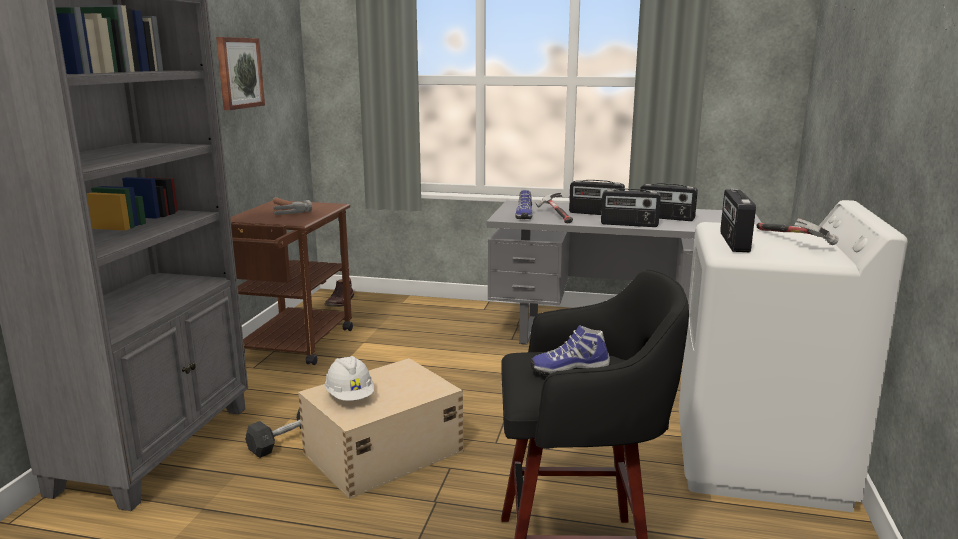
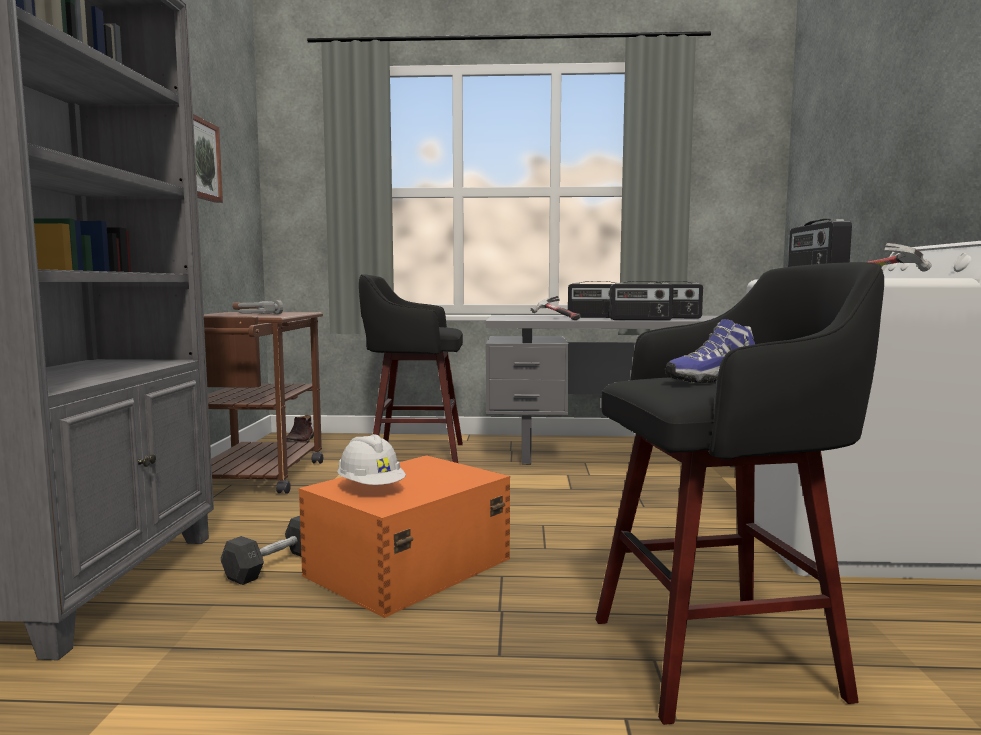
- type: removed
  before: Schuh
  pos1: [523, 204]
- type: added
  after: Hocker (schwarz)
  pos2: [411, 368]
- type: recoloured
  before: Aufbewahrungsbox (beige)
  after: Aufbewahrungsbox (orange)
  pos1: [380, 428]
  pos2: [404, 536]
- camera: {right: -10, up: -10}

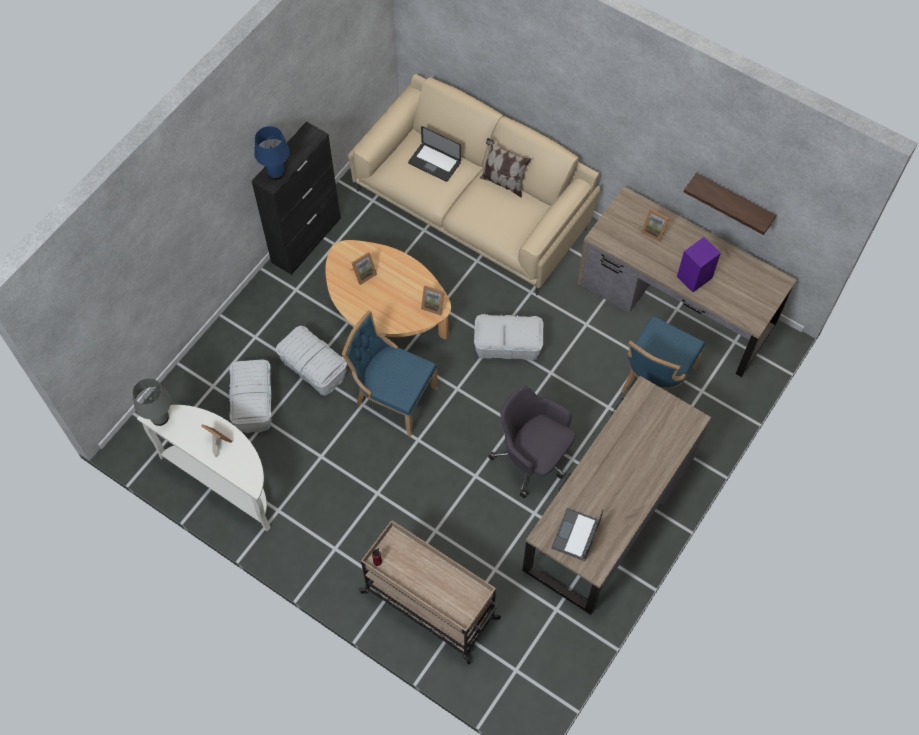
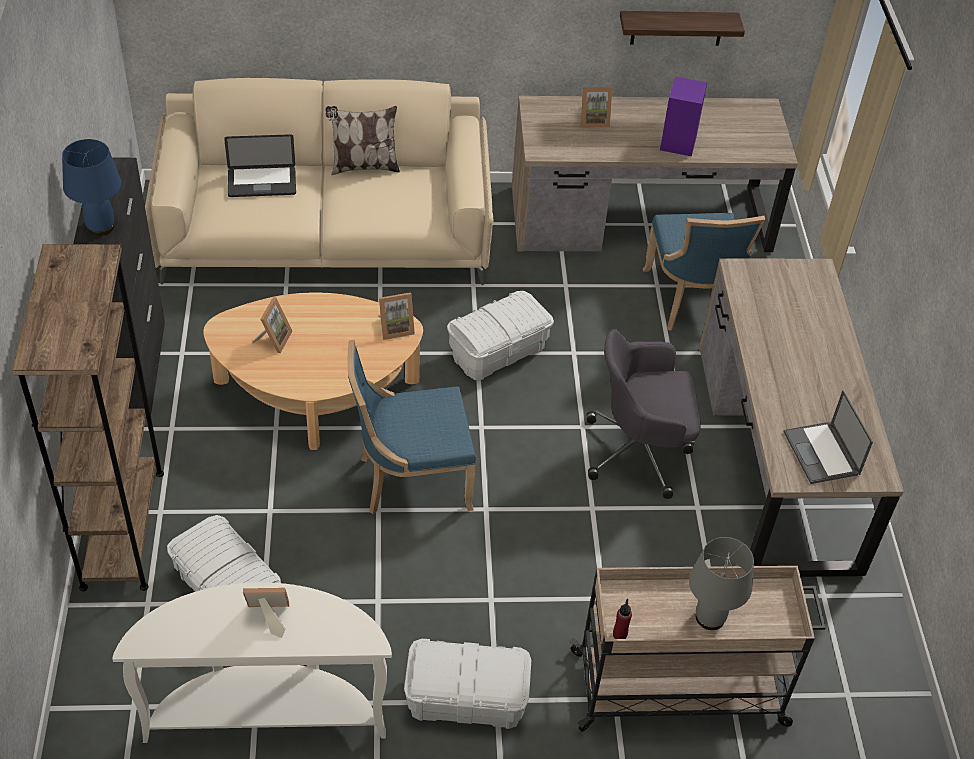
- type: added
  after: Bücherregal (braun)
  pos2: [88, 417]
- type: moved
  before: Tischlampe (grau)
  pos1: [151, 402]
  pos2: [721, 583]
- type: moved
  before: Aufbewahrungsbox (weiß)
  pos1: [311, 361]
  pos2: [467, 684]
- camera: {right: -40, up: -15}

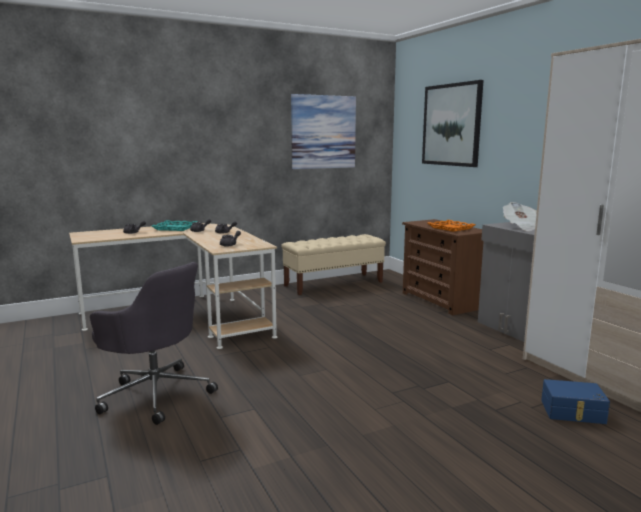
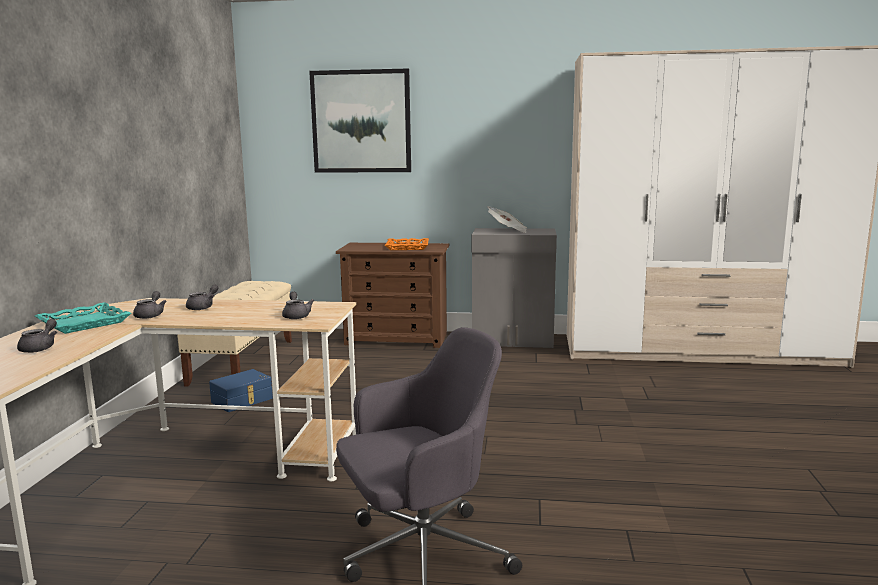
- type: removed
  before: Bild
  pos1: [323, 131]
- type: moved
  before: Aufbewahrungsbox (blau)
  pos1: [575, 401]
  pos2: [241, 390]
- camera: {right: -55, up: 0}

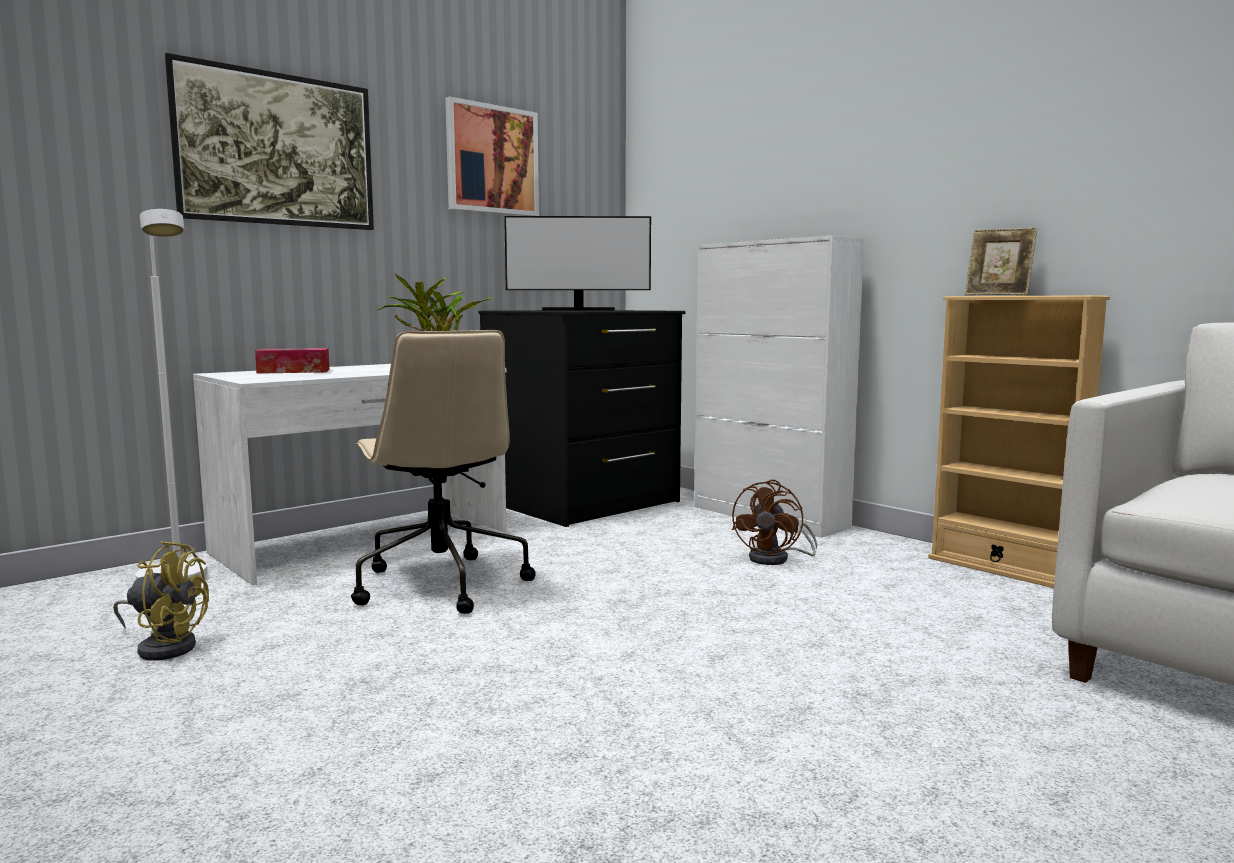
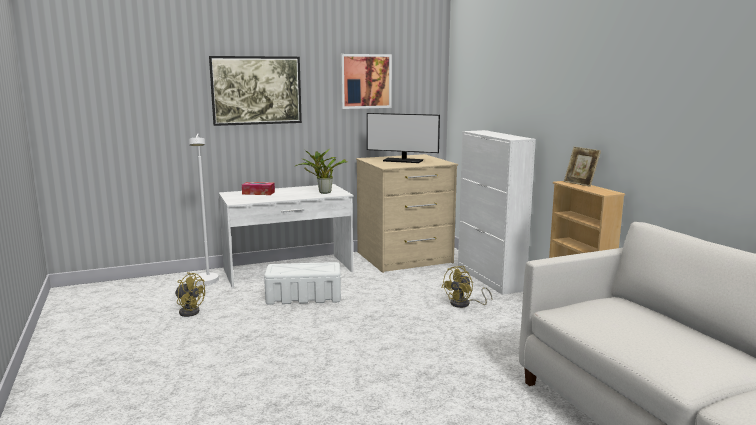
- type: replaced
  before: Bürostuhl (beige)
  after: Aufbewahrungsbox (weiß)
  pos1: [443, 472]
  pos2: [302, 283]
- type: recoloured
  before: Kommode (schwarz)
  after: Kommode (beige)
  pos1: [581, 418]
  pos2: [407, 213]
- type: recoloured
  before: Ventilator (braun)
  after: Ventilator (gelb)
  pos1: [774, 522]
  pos2: [467, 287]
- camera: {right: 20, up: 5}

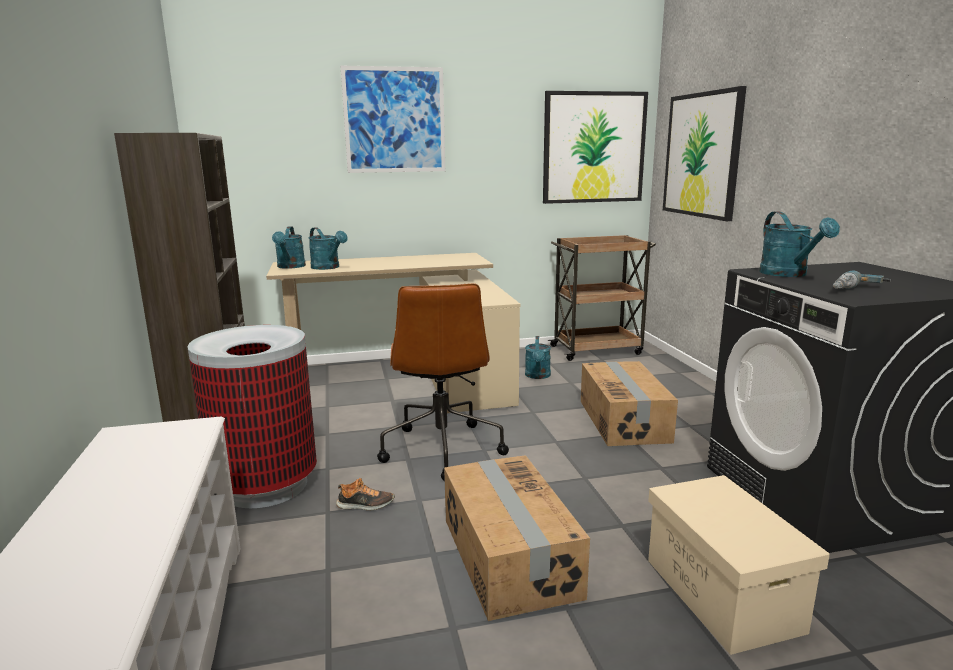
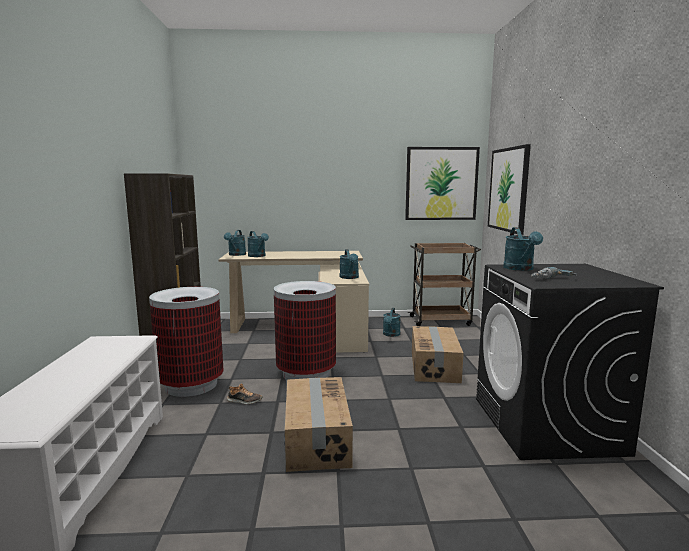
- type: removed
  before: Bild
  pos1: [393, 119]
- type: removed
  before: Aufbewahrungsbox (beige)
  pos1: [739, 565]
- type: added
  after: Gießkanne (türkis)
  pos2: [349, 264]
- type: replaced
  before: Bürostuhl (braun)
  after: Mülleimer
  pos1: [443, 382]
  pos2: [305, 330]
- camera: {right: 10, up: -5}

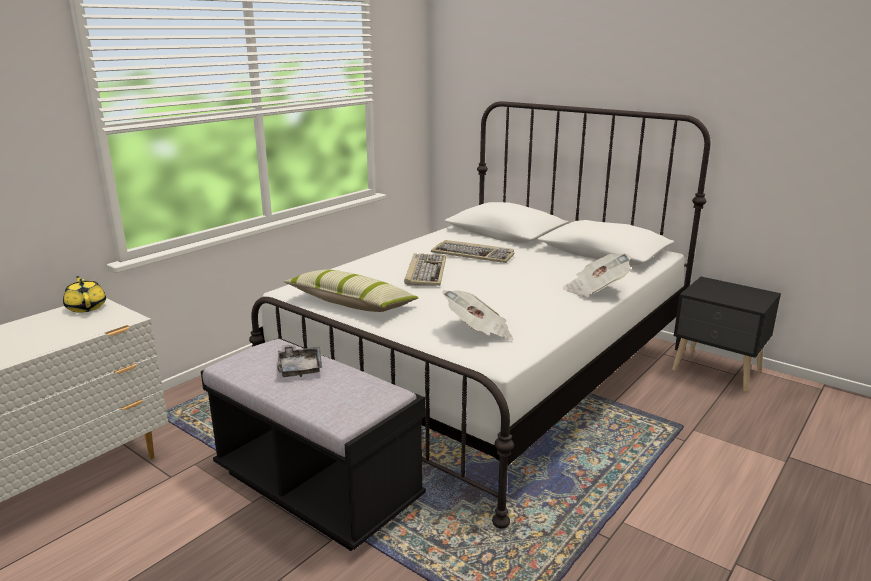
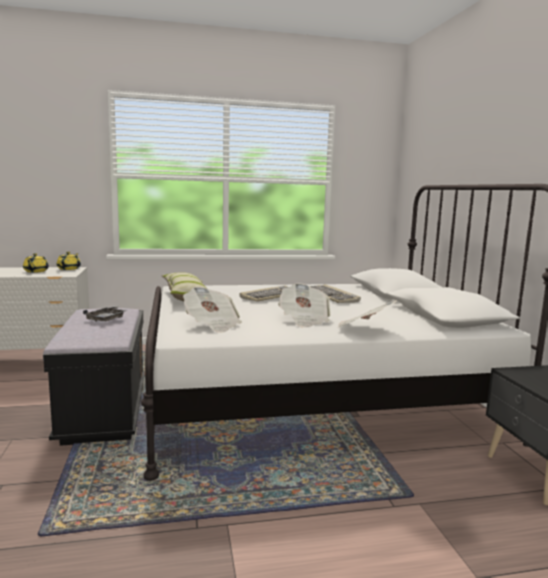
- type: added
  after: Teekanne (gelb)
  pos2: [36, 263]
- type: added
  after: Zeitung
  pos2: [304, 305]
- camera: {right: 40, up: -10}

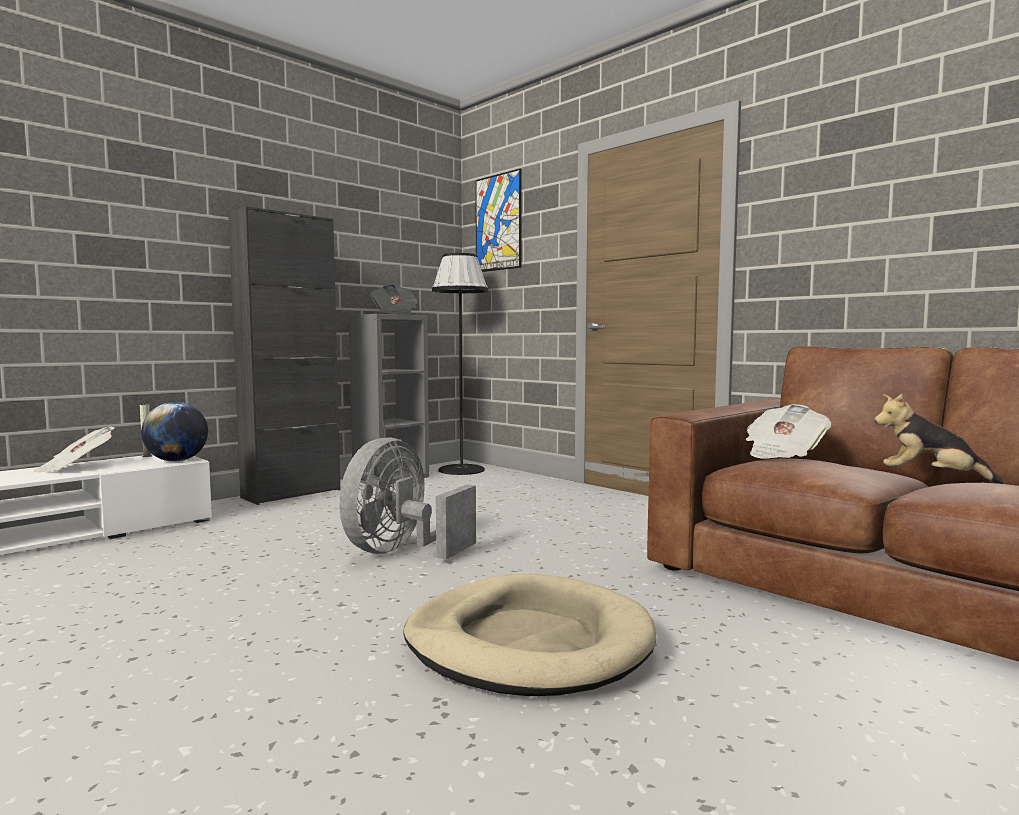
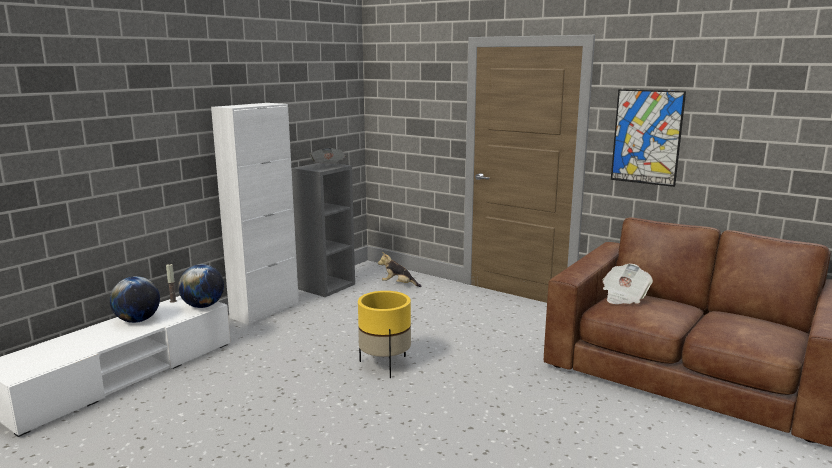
- type: removed
  before: Hundebett (beige)
  pos1: [529, 635]
- type: removed
  before: Stehlampe (schwarz)
  pos1: [460, 364]
- type: moved
  before: Bild
  pos1: [498, 220]
  pos2: [648, 138]
- type: moved
  before: Plüschtier
  pos1: [939, 439]
  pos2: [399, 269]
- type: replaced
  before: Zeitung
  after: Globus
  pos1: [74, 449]
  pos2: [135, 299]
- type: replaced
  before: Ventilator (grau)
  after: Pflanzkübel (gelb)
  pos1: [407, 498]
  pos2: [384, 334]
- type: recoloured
  before: Schrank (schwarz)
  after: Schrank (weiß)
  pos1: [284, 355]
  pos2: [255, 214]
- camera: {right: -10, up: 10}

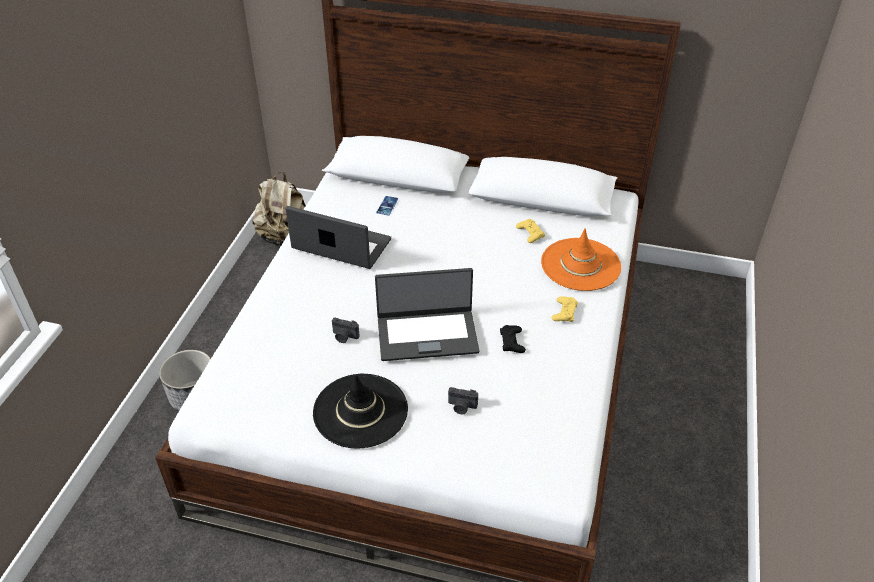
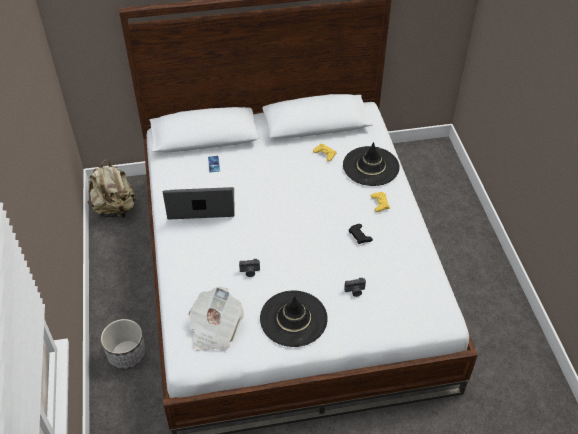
- type: removed
  before: Laptop
  pos1: [427, 314]
- type: added
  after: Zeitung
  pos2: [216, 319]
- type: recoloured
  before: Hut (orange)
  after: Hut (schwarz)
  pos1: [581, 259]
  pos2: [371, 164]
- camera: {right: -25, up: 5}

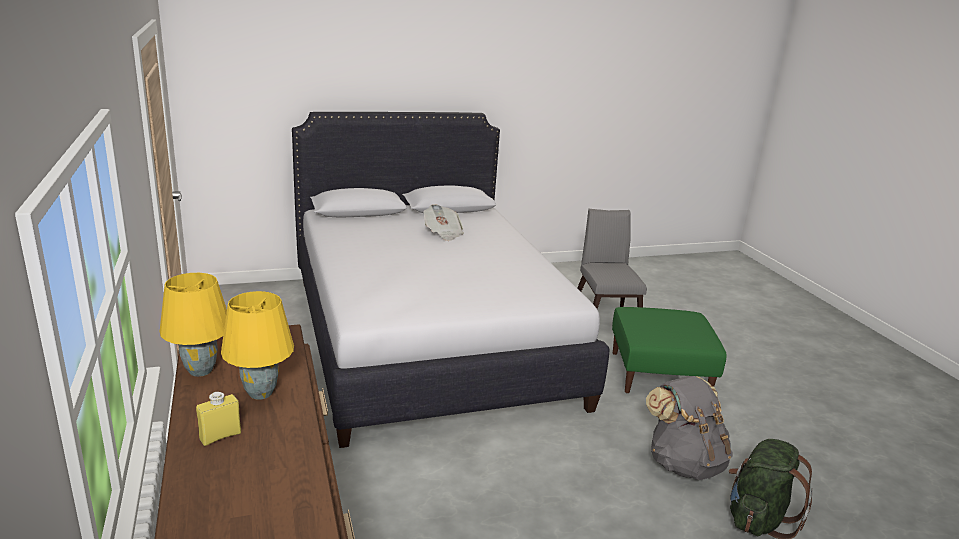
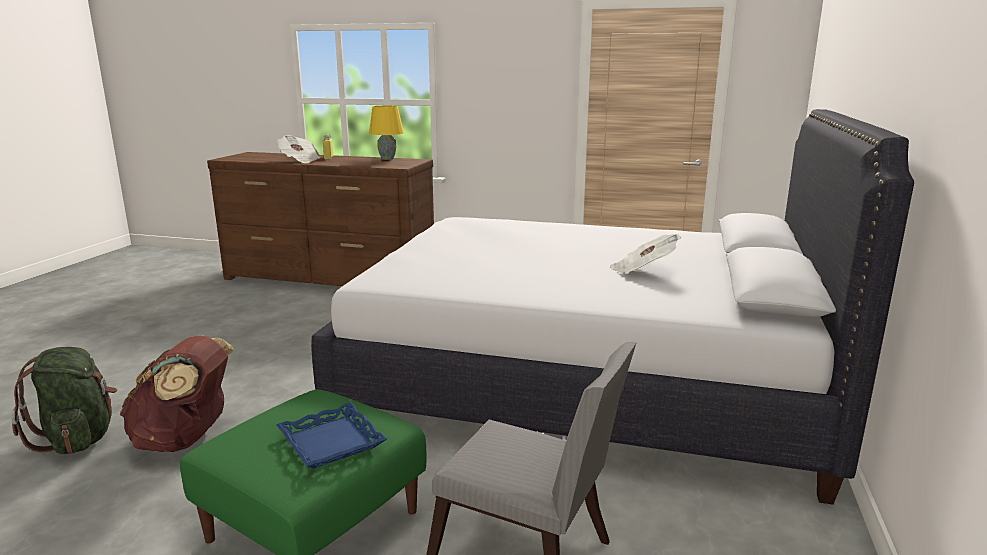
- type: removed
  before: Tischlampe (gelb)
  pos1: [257, 345]
- type: added
  after: Zeitung
  pos2: [299, 149]
- type: added
  after: Tablett (blau)
  pos2: [332, 435]
- type: recoloured
  before: Rucksack (grau)
  after: Rucksack (braun)
  pos1: [689, 428]
  pos2: [177, 393]
- camera: {right: 125, up: -5}

